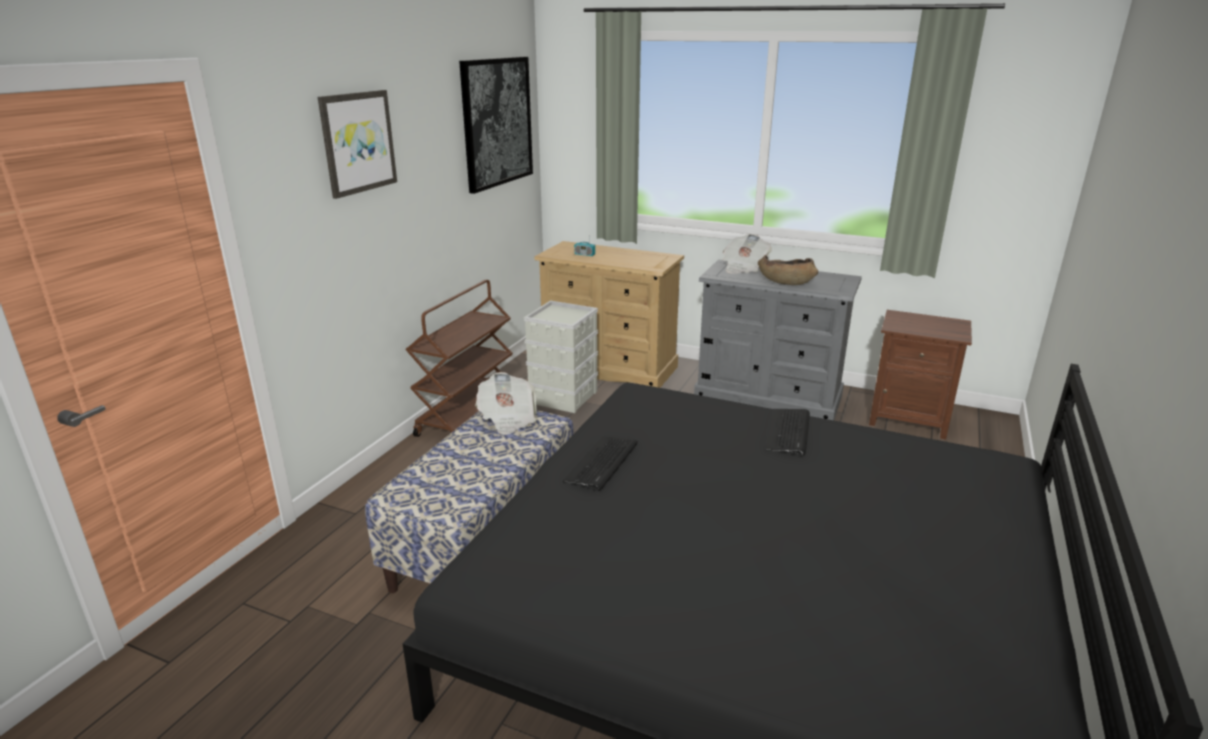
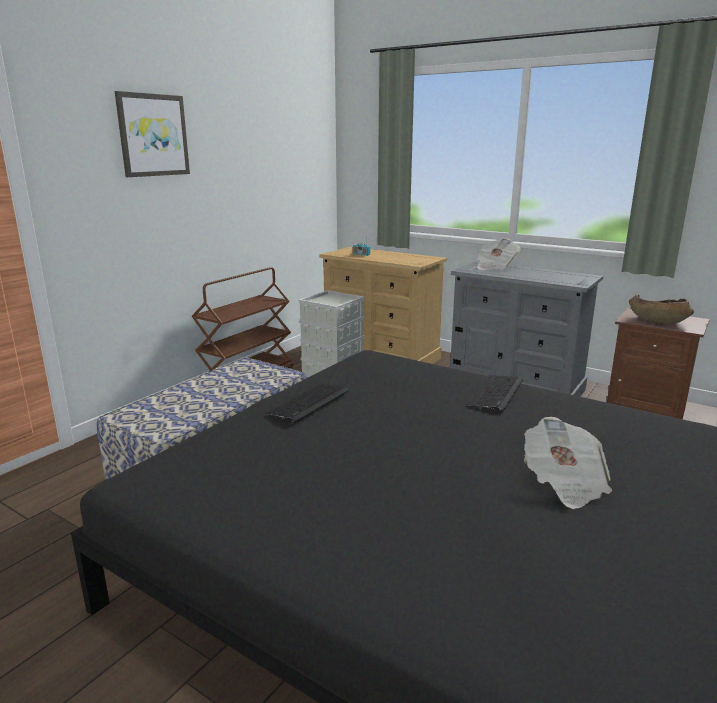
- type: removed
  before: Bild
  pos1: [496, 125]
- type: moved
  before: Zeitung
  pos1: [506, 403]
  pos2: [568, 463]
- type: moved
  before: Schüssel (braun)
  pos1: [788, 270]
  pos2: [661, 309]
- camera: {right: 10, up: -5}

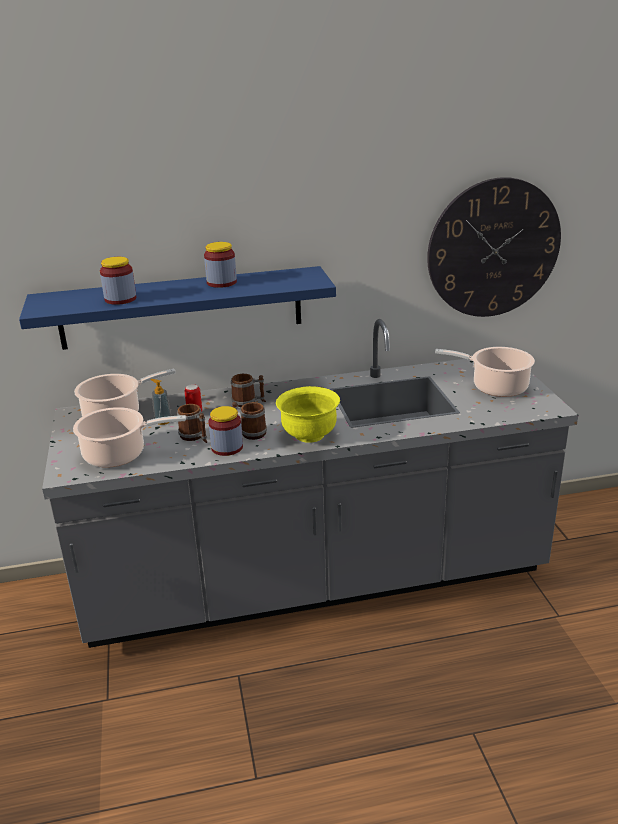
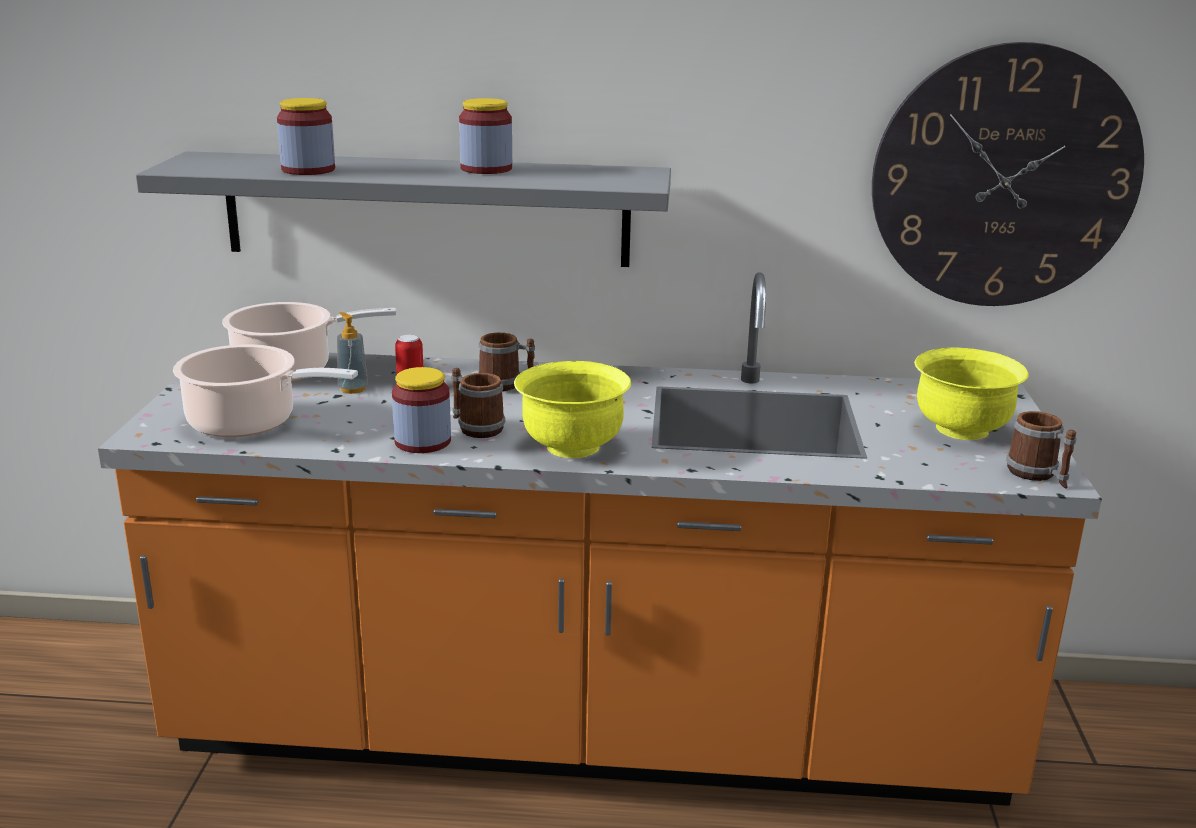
- type: moved
  before: Henkelbecher
  pos1: [192, 423]
  pos2: [1041, 450]
- type: replaced
  before: Kochtopf
  after: Schüssel (gelb)
  pos1: [485, 372]
  pos2: [971, 394]
- type: recoloured
  before: Wandregal (blau)
  after: Wandregal (grau)
  pos1: [177, 308]
  pos2: [403, 209]
- type: recoloured
  before: Küchenzeile (grau)
  after: Küchenzeile (orange)
  pos1: [310, 483]
  pos2: [600, 539]
- camera: {right: 15, up: -5}

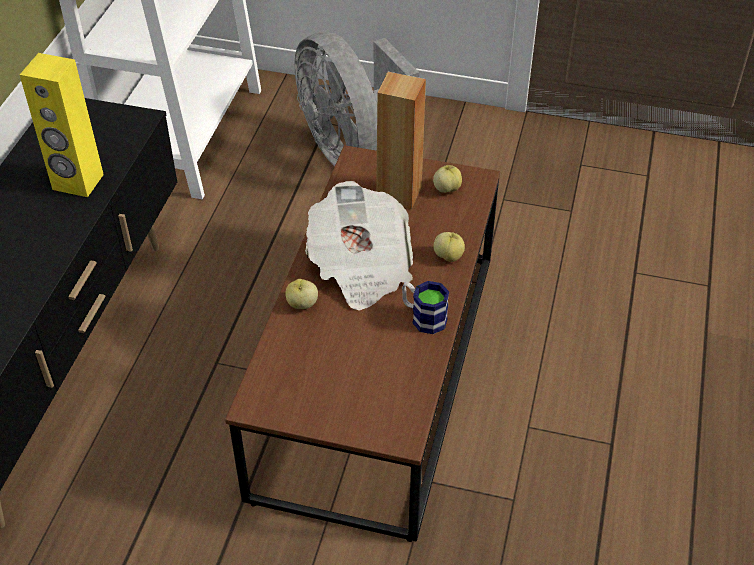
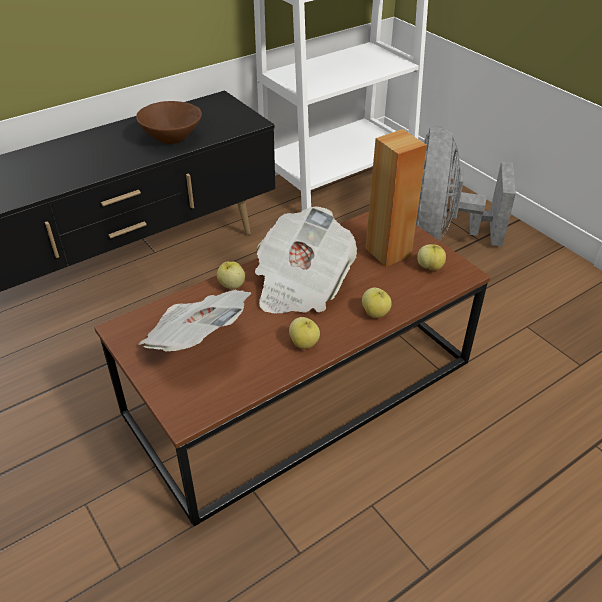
- type: added
  after: Zeitung
  pos2: [195, 321]
- type: replaced
  before: Lautsprecher (gelb)
  after: Schüssel (braun)
  pos1: [62, 125]
  pos2: [169, 122]
- type: replaced
  before: Henkelbecher
  after: Apfel
  pos1: [425, 307]
  pos2: [304, 333]
- camera: {right: 40, up: -5}

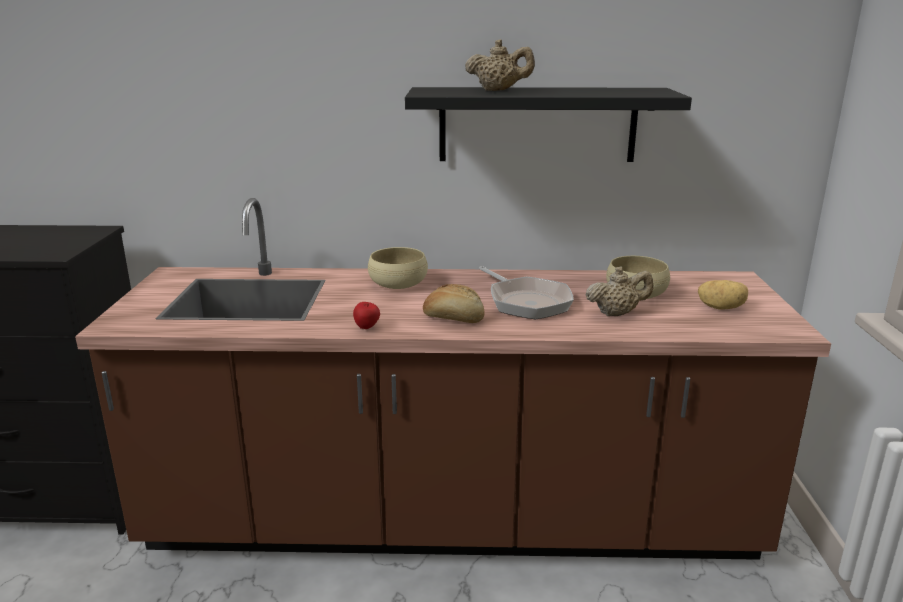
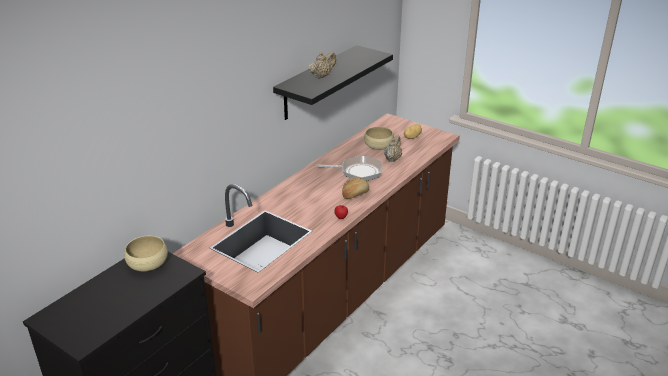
- type: moved
  before: Schüssel (beige)
  pos1: [398, 268]
  pos2: [146, 253]
- camera: {right: -55, up: 10}

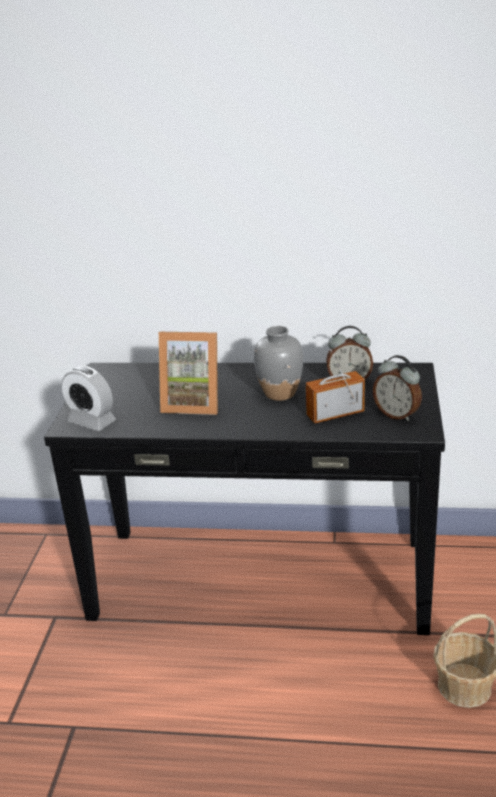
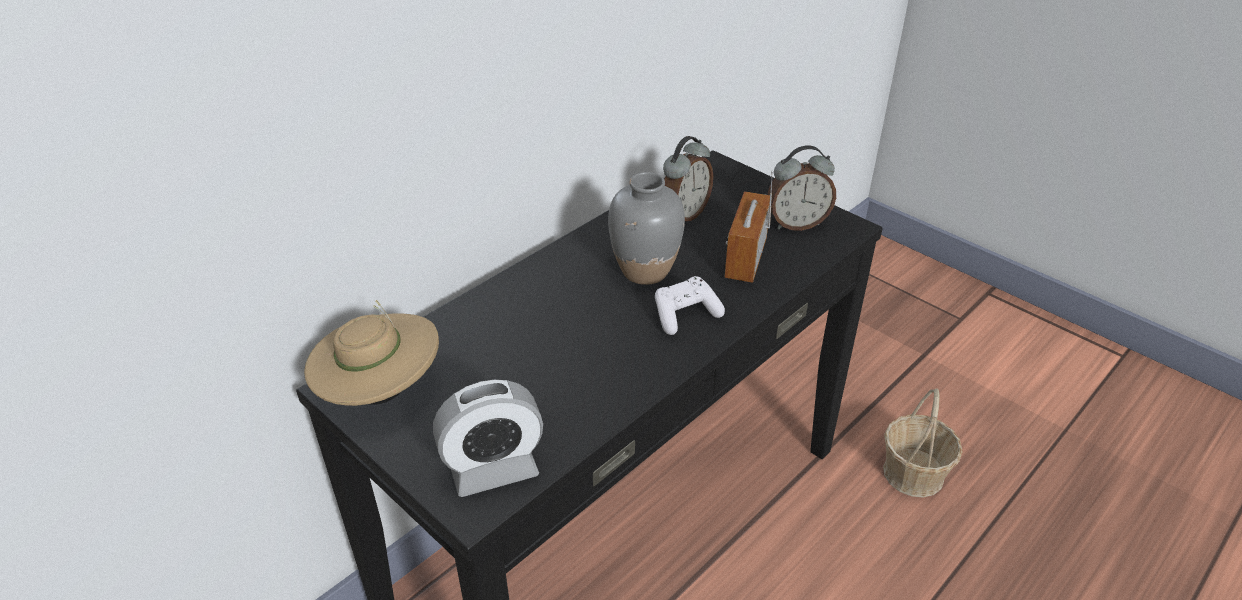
- type: removed
  before: Bilderrahmen
  pos1: [188, 373]
- type: added
  after: Hut (beige)
  pos2: [371, 353]
- type: added
  after: Gamepad (weiß)
  pos2: [690, 305]
- camera: {right: -55, up: 10}

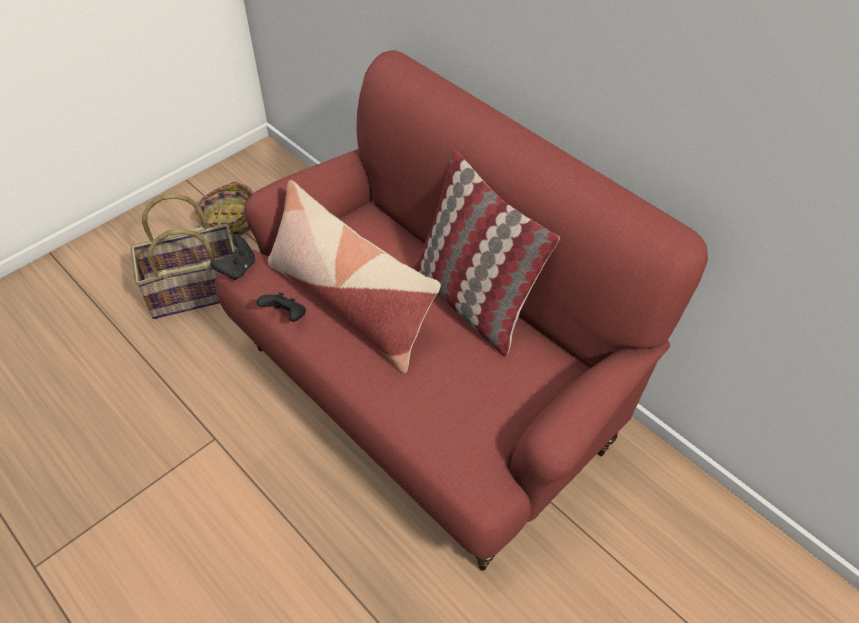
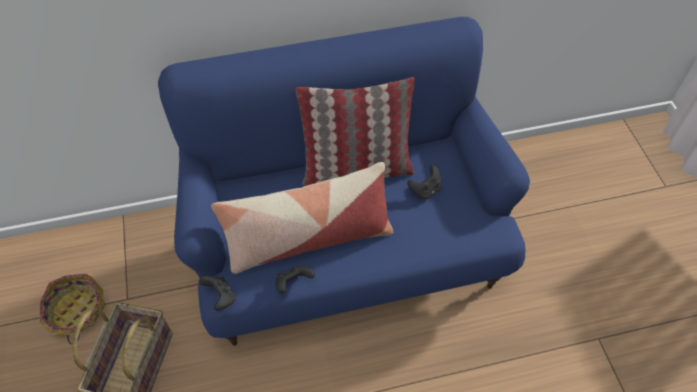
- type: added
  after: Gamepad (schwarz)
  pos2: [424, 182]
- type: recoloured
  before: Sofa (rot)
  after: Sofa (blau)
  pos1: [461, 310]
  pos2: [344, 181]
- camera: {right: -60, up: 5}

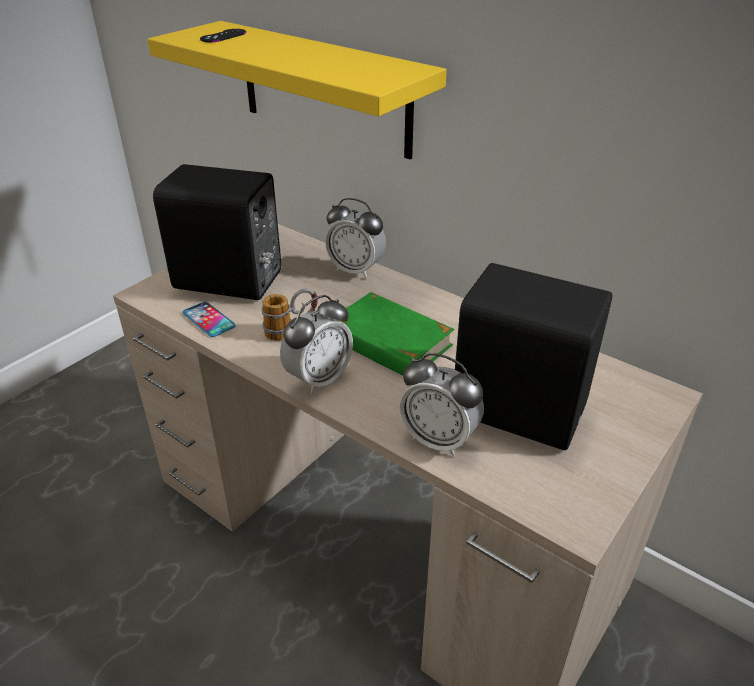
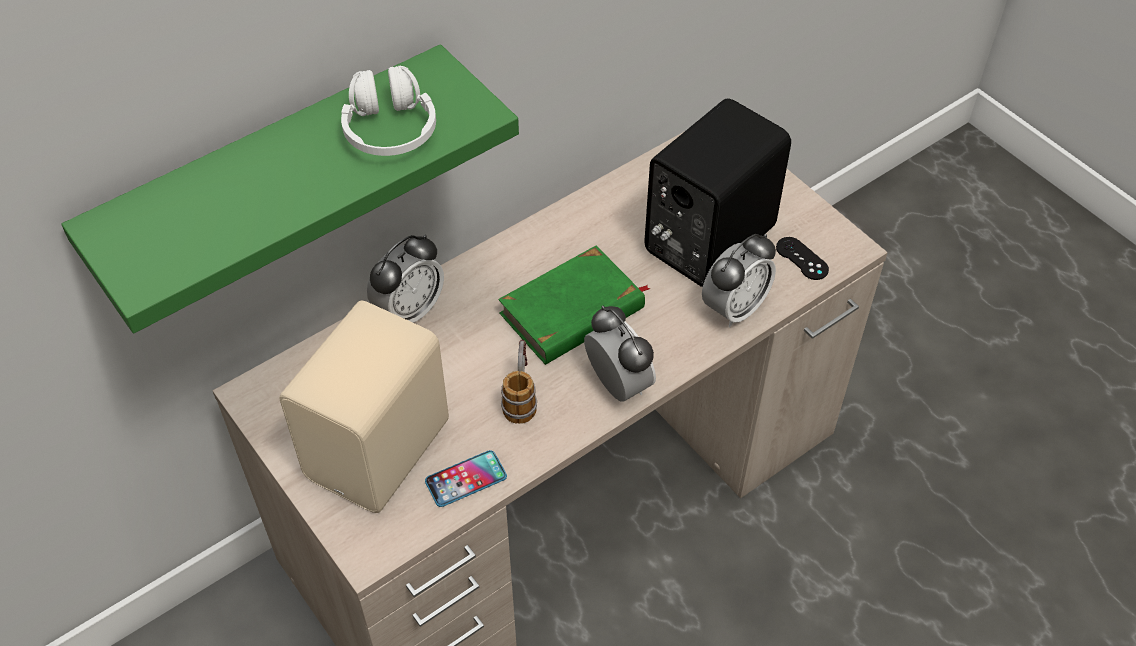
- type: added
  after: Kopfhörer (weiß)
  pos2: [388, 111]
- type: moved
  before: Gamepad (schwarz)
  pos1: [223, 35]
  pos2: [802, 258]
- type: recoloured
  before: Wandregal (gelb)
  after: Wandregal (grün)
  pos1: [297, 90]
  pos2: [290, 188]
- type: recoloured
  before: Lautsprecher (schwarz)
  after: Lautsprecher (beige)
  pos1: [217, 232]
  pos2: [364, 407]
- camera: {right: -75, up: 15}

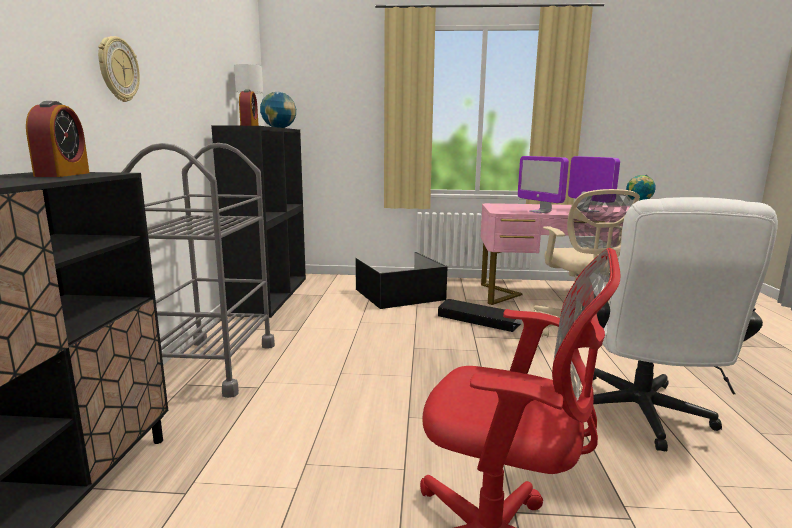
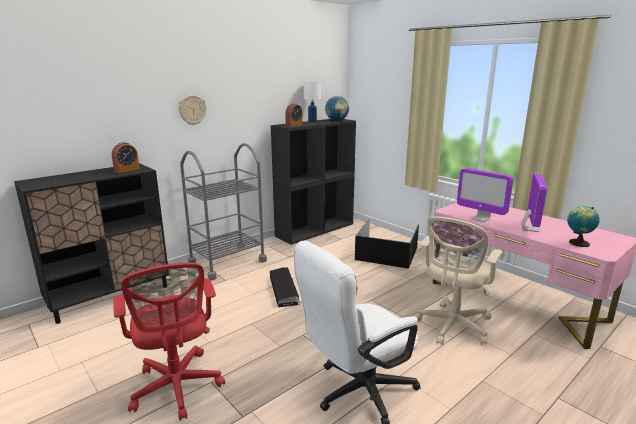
- type: moved
  before: Aufbewahrungsbox (schwarz)
  pos1: [480, 315]
  pos2: [284, 287]
- type: turned
  before: Monitor
  pos1: [543, 184]
  pos2: [485, 195]
  turn: -60
- camera: {right: 45, up: 5}

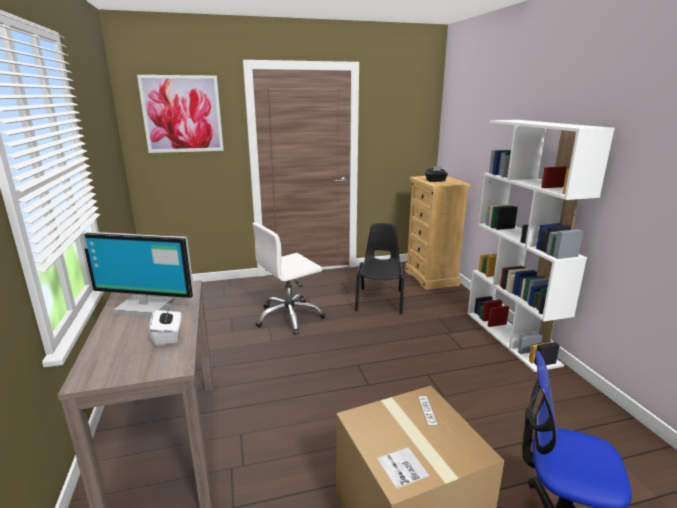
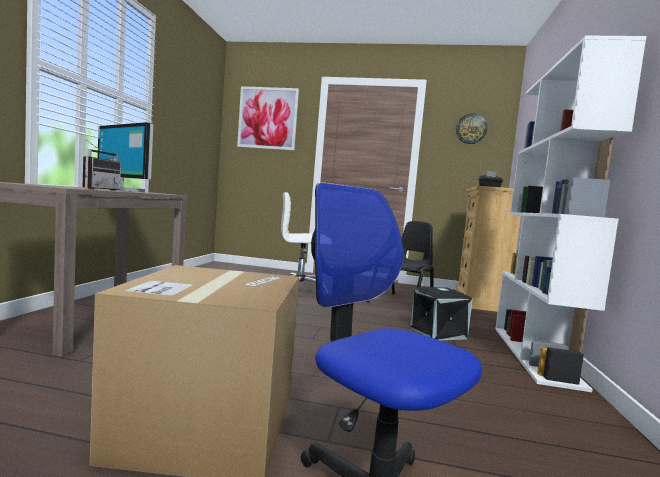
- type: added
  after: Aufbewahrungsbox (schwarz)
  pos2: [441, 313]
- type: added
  after: Wanduhr
  pos2: [471, 128]
- type: replaced
  before: Taschentuchbox (weiß)
  after: Radio
  pos1: [165, 326]
  pos2: [102, 165]
- camera: {right: 25, up: -15}

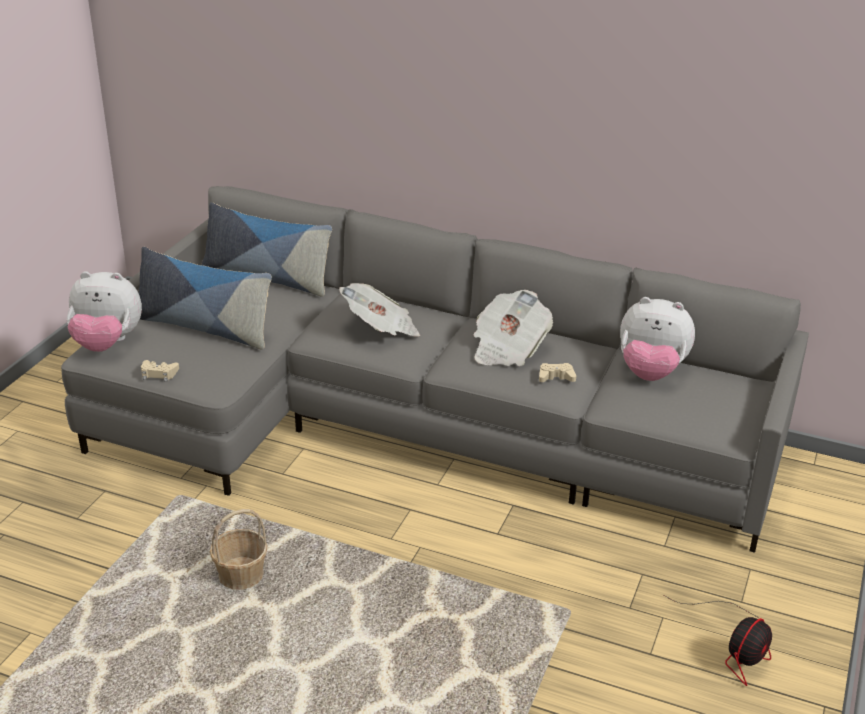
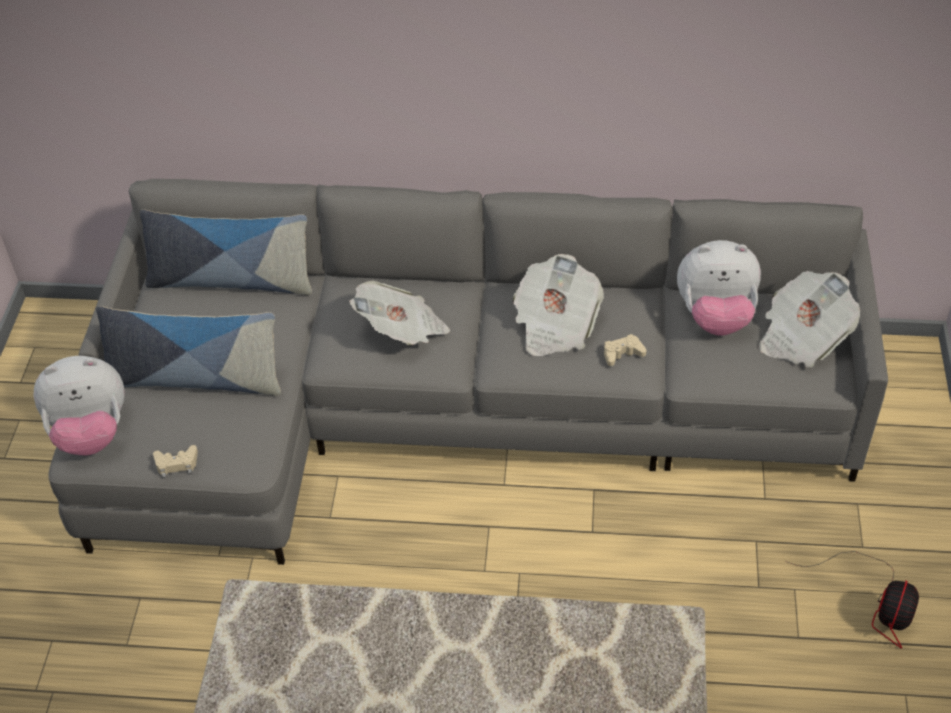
- type: removed
  before: Korb
  pos1: [239, 549]
- type: added
  after: Zeitung
  pos2: [809, 319]
- camera: {right: -15, up: 15}

